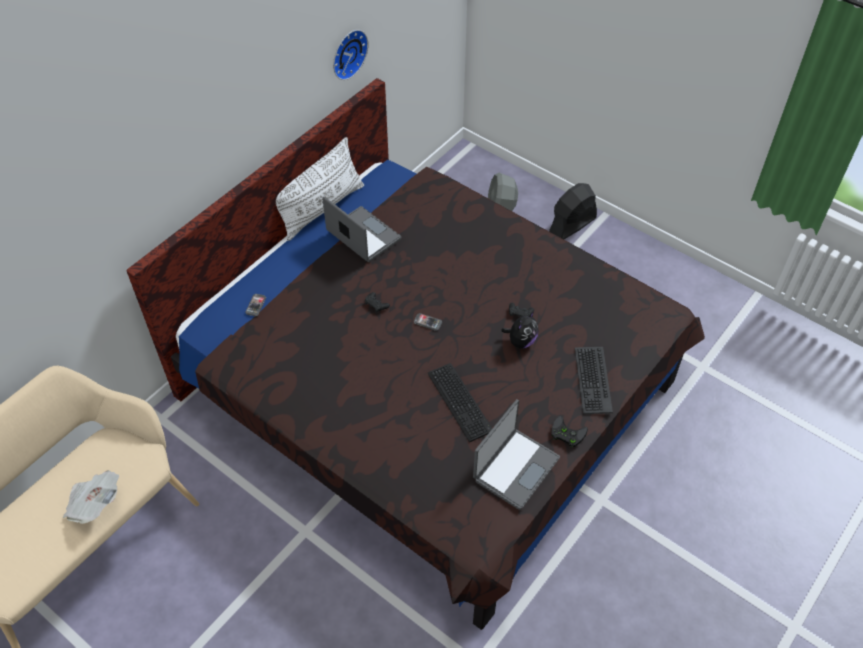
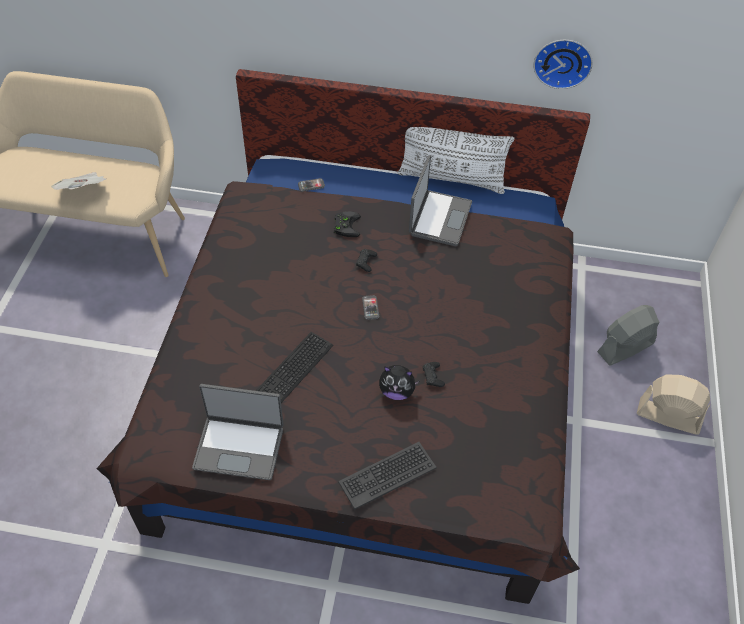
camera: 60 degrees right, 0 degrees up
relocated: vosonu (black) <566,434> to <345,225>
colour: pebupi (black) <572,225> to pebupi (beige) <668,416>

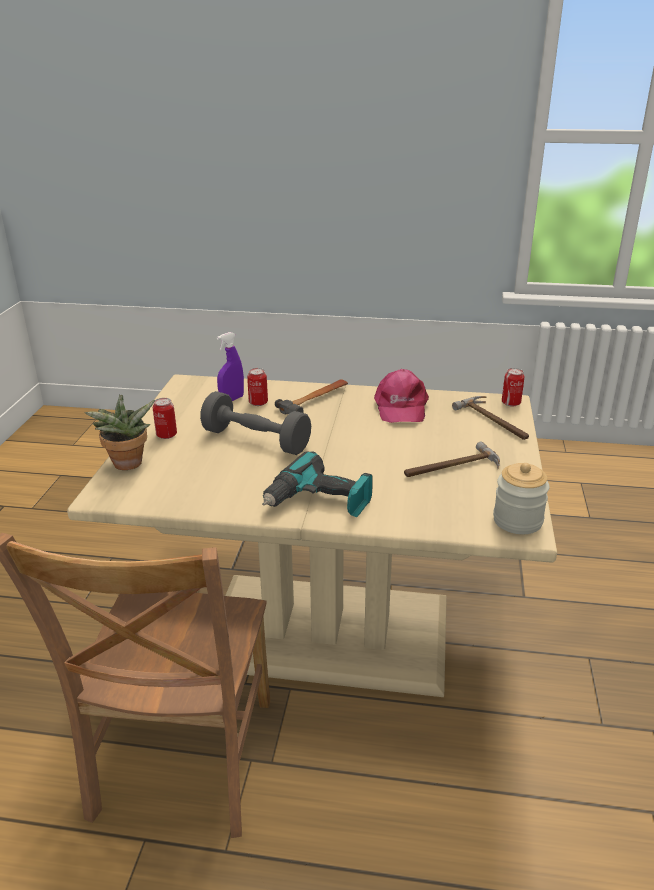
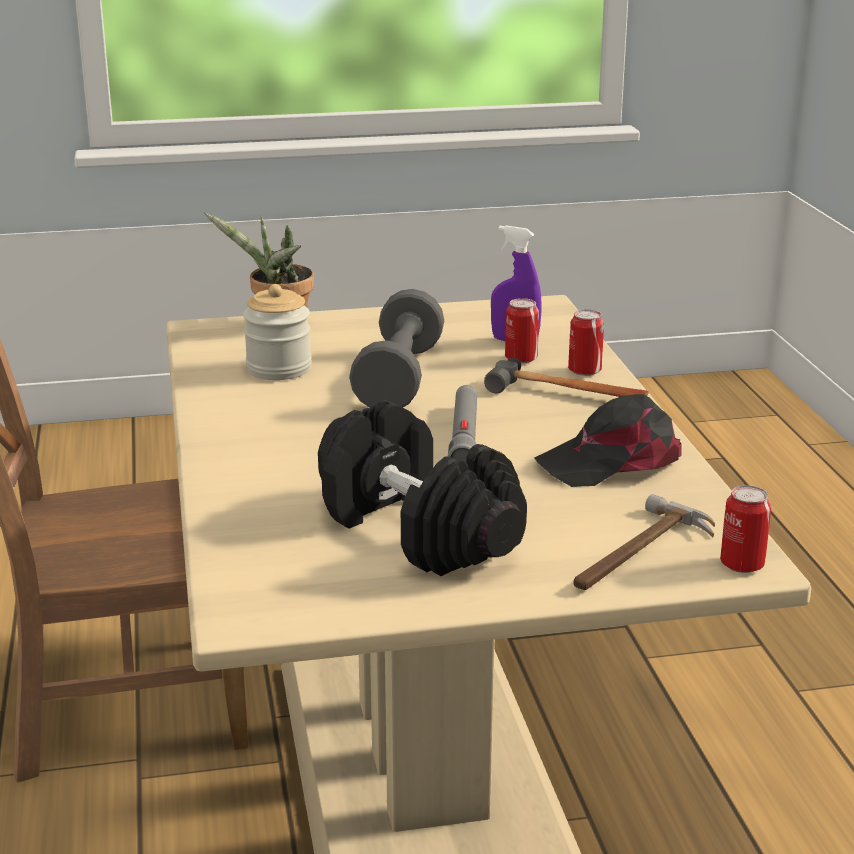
camera: 70 degrees right, 5 degrees down
missing: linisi <319,502>
appeared: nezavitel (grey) <464,436>
relocated: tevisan <517,521> to <279,369>; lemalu <166,435> to <584,371>
exchanged: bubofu <451,468> to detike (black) <416,530>
colour: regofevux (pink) <400,407> to regofevux (black) <612,461>

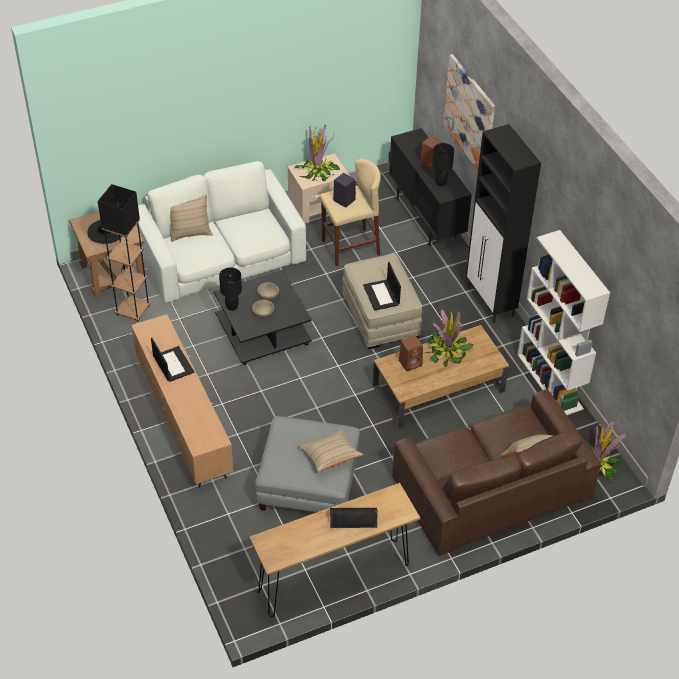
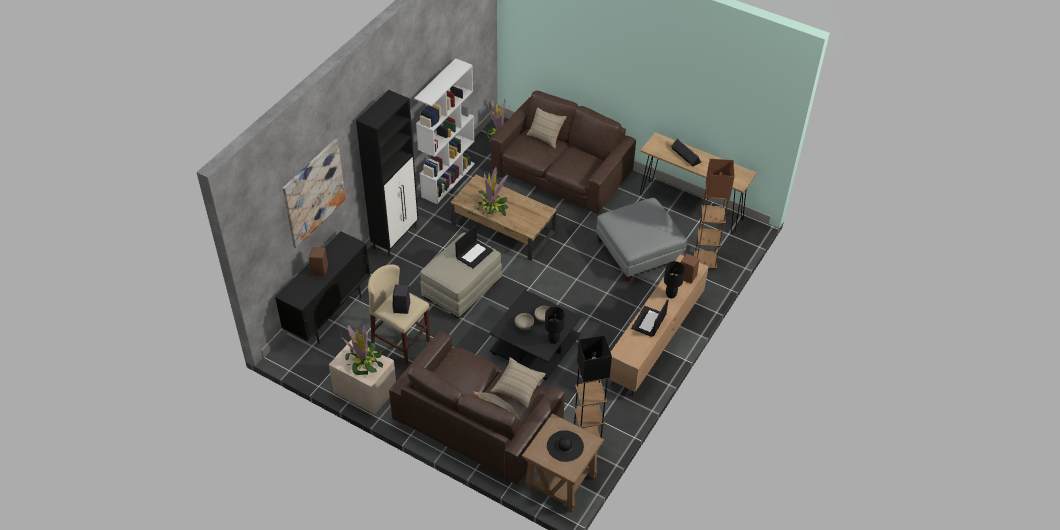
camera: 125 degrees left, 0 degrees up
appeared: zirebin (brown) <704,262>
relocated: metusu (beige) <330,456> to <518,387>; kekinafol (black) <440,182> to <671,295>; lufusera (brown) <411,363> to <686,276>
colour: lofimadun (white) <221,255> to lofimadun (brown) <478,420>

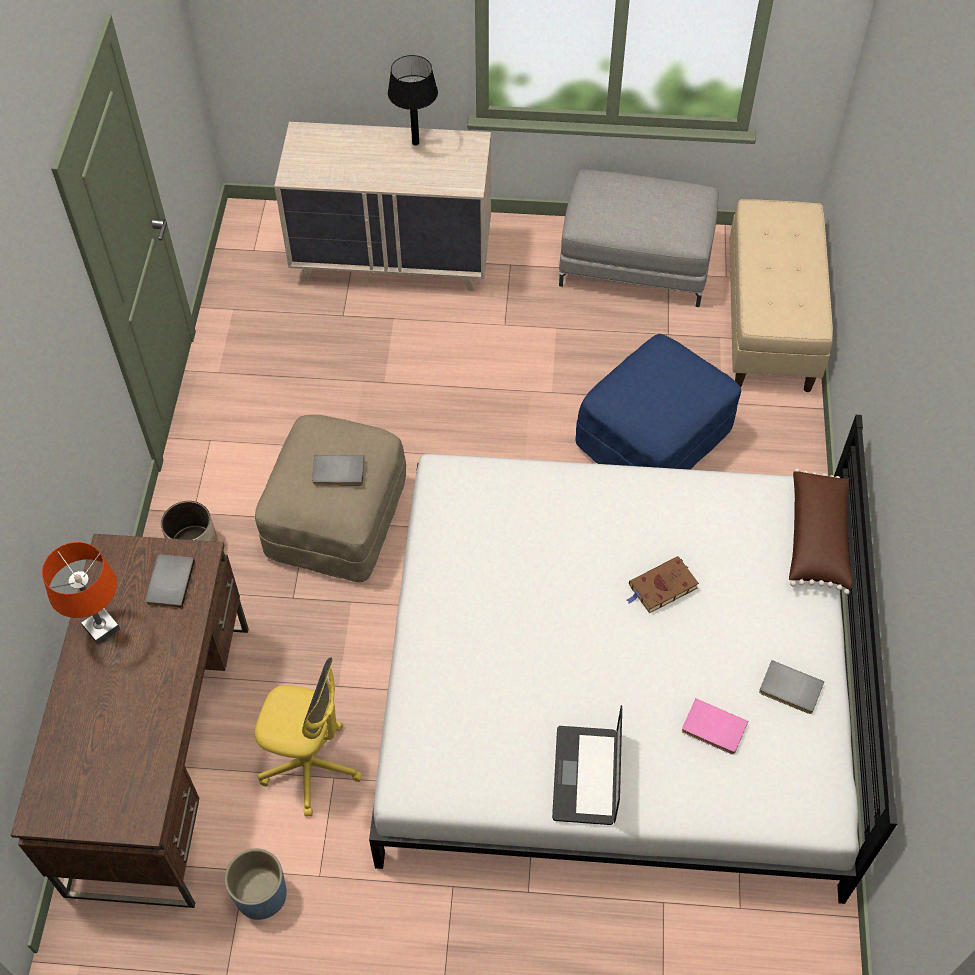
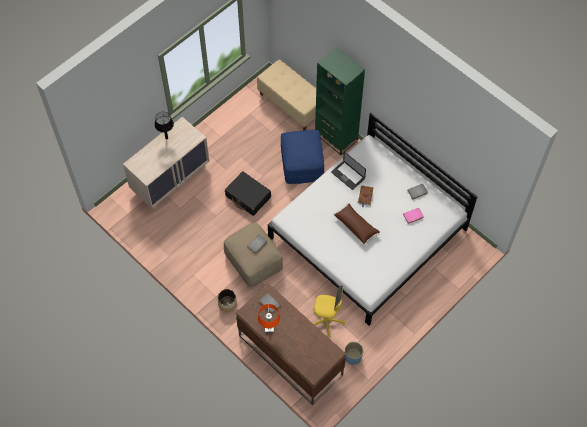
camera: 50 degrees left, 5 degrees up
missing: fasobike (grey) <635,260>
appeared: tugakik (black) <248,197>; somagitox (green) <336,137>
relocated: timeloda <585,776> to <347,175>; metusu (brown) <819,539> to <356,226>
spun: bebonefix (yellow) <311,766> = <326,321> 45 degrees clockwise

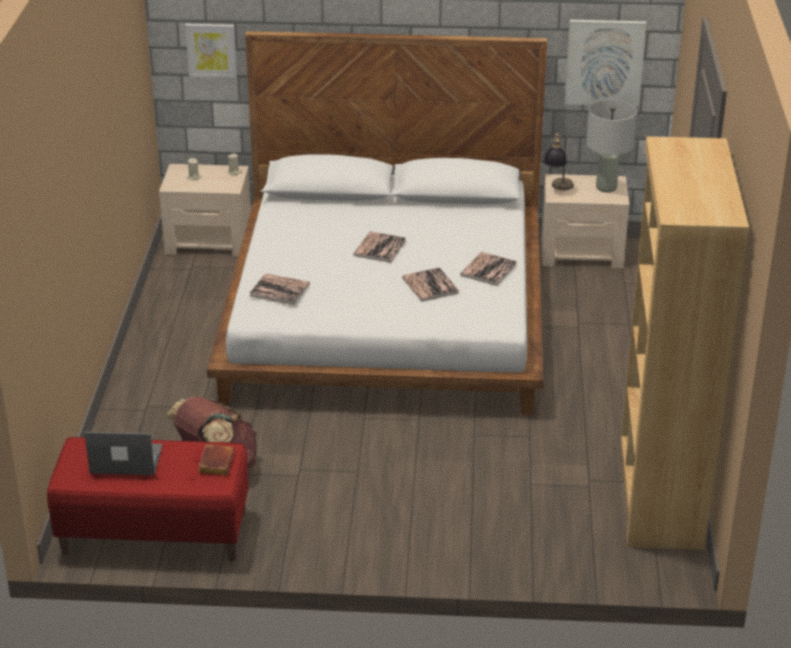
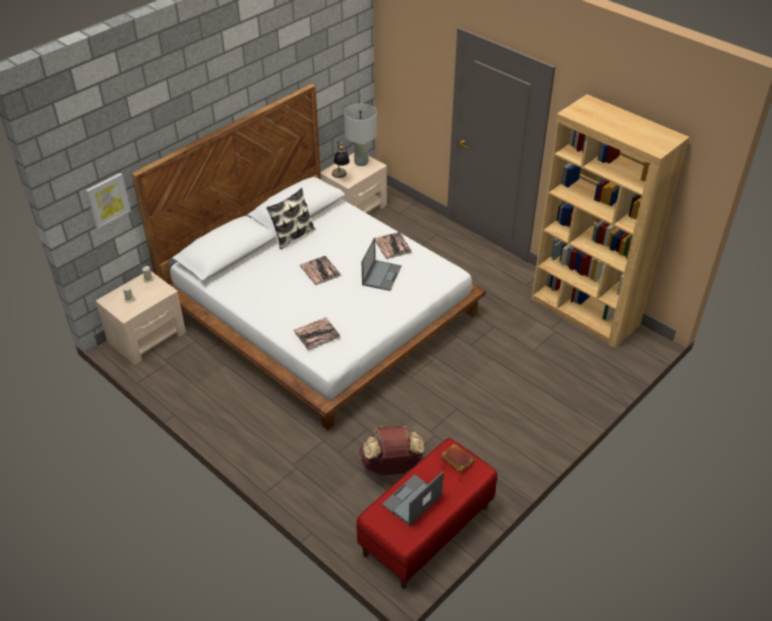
camera: 50 degrees left, 10 degrees up
missing: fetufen <604,62>
appeared: metusu <292,236>
exchanged: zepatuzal <430,285> to timeloda <381,275>

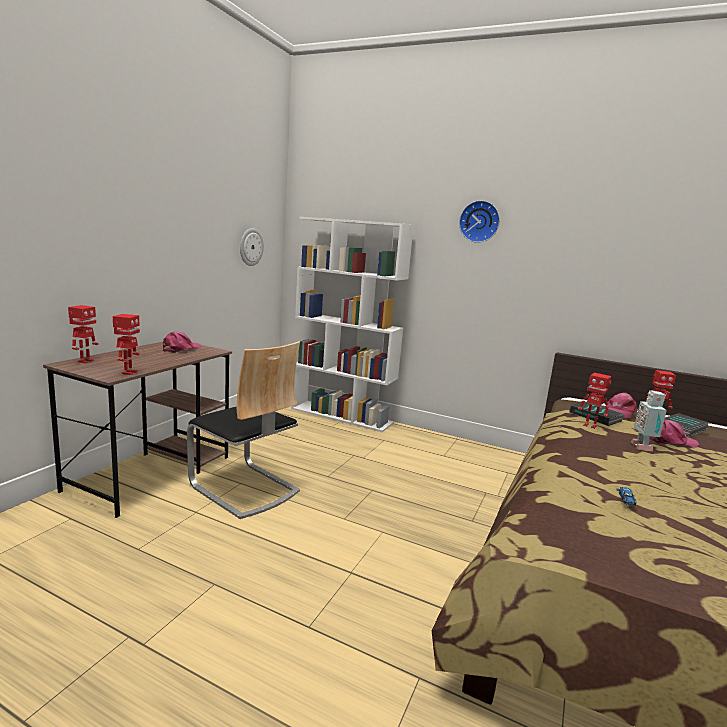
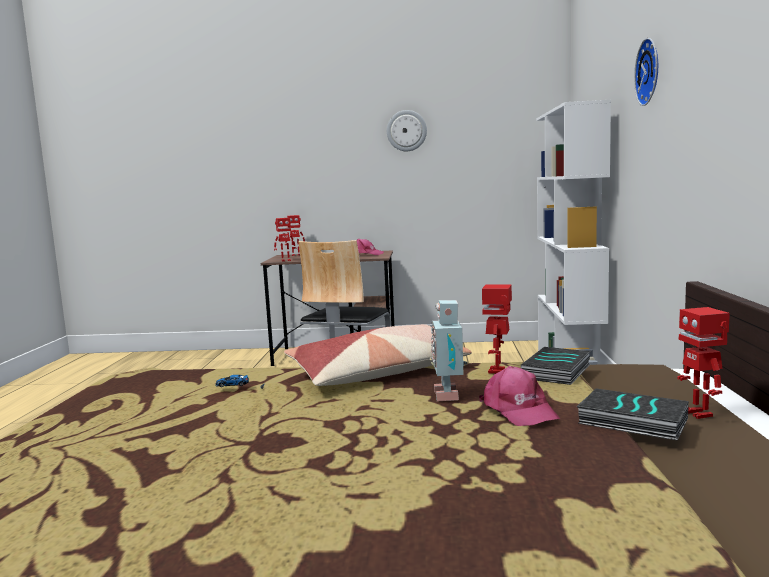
camera: 70 degrees right, 5 degrees down
missing: regofevux (pink) <619,411>
appeared: metusu <380,372>
relocated: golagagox <250,247> to <406,130>
spun: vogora <643,447> = <449,395> 75 degrees counterclockwise

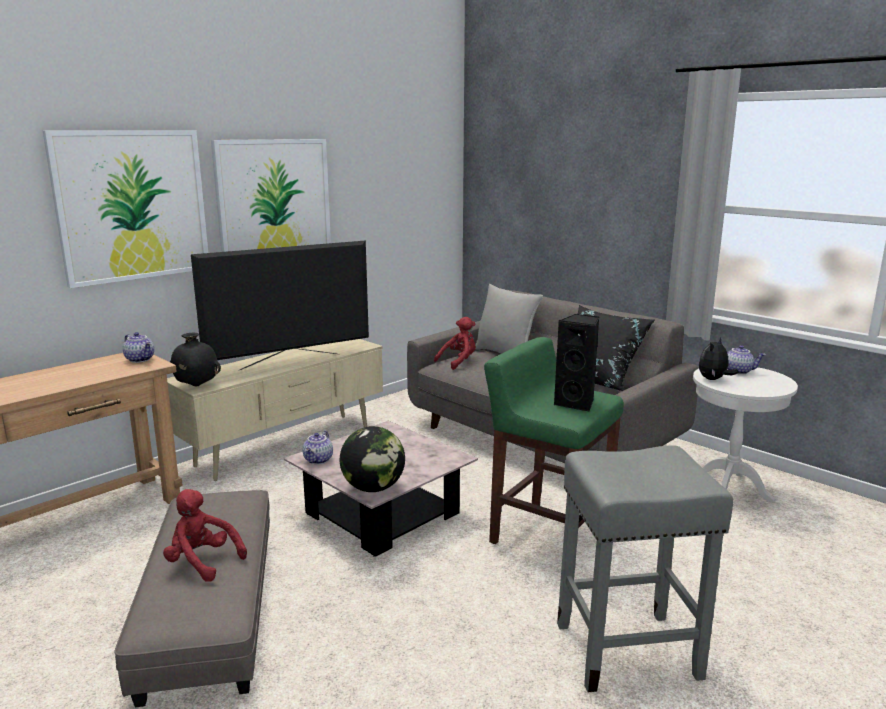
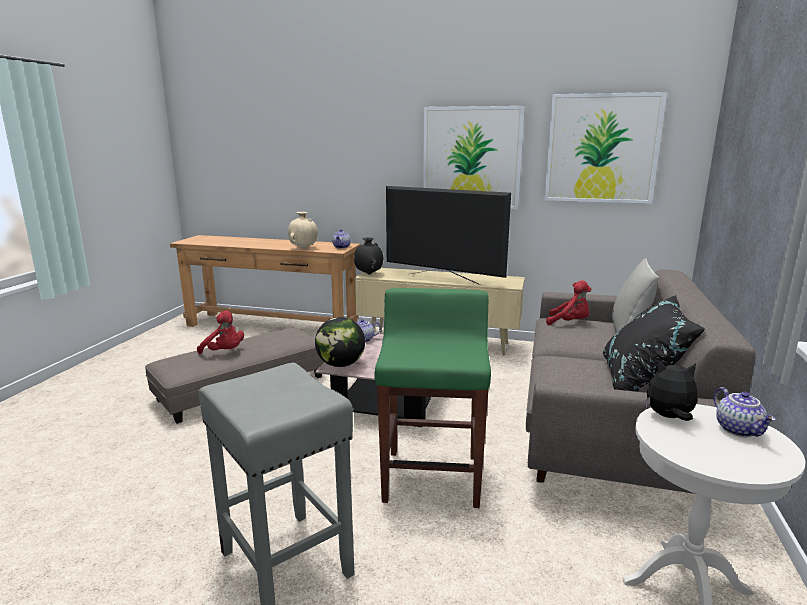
camera: 60 degrees right, 0 degrees up
missing: lufusera (black) <577,403>
appeared: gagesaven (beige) <303,248>
relocated: fetufen <132,205> to <602,149>
spun: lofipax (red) <202,562> = <224,352> 120 degrees clockwise

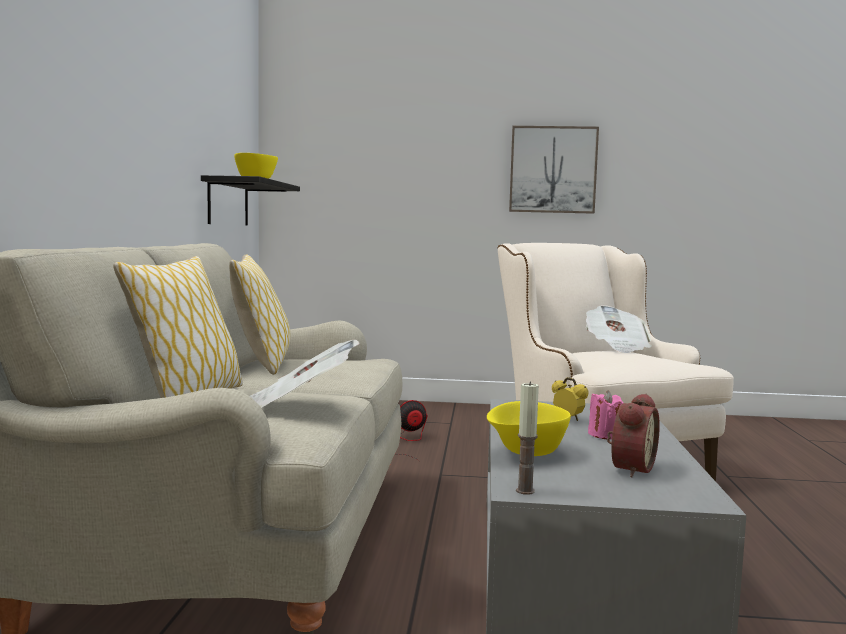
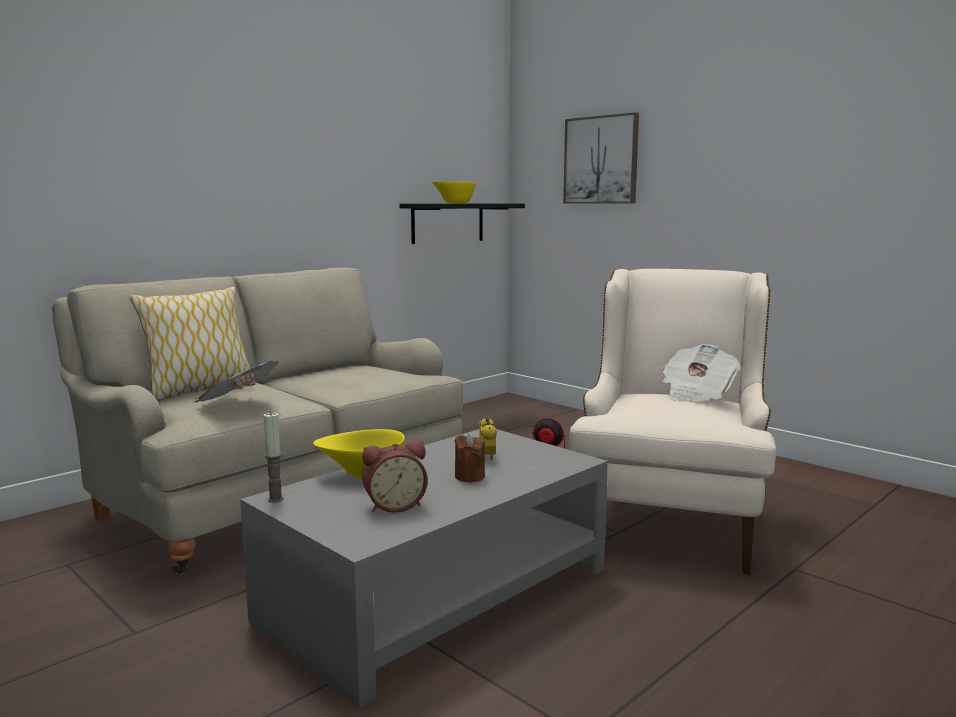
camera: 40 degrees right, 5 degrees up
missing: metusu <261,364>
relocated: fetufen <553,170> to <601,160>
colour: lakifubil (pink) <605,435> to lakifubil (brown) <469,476>

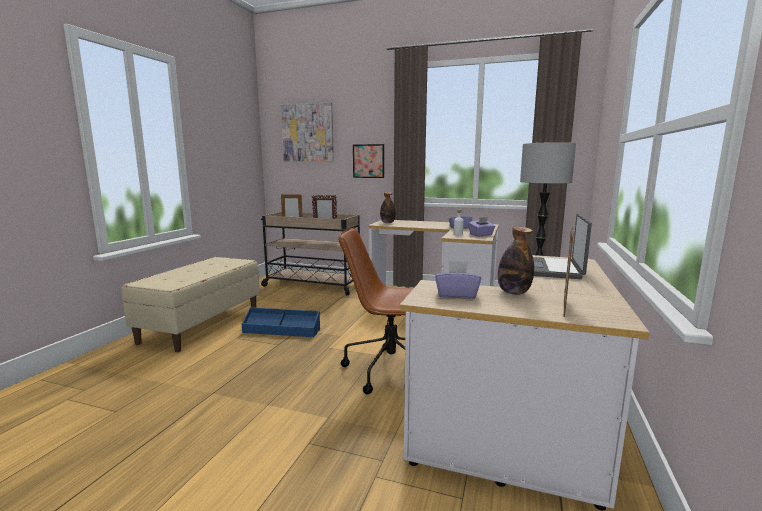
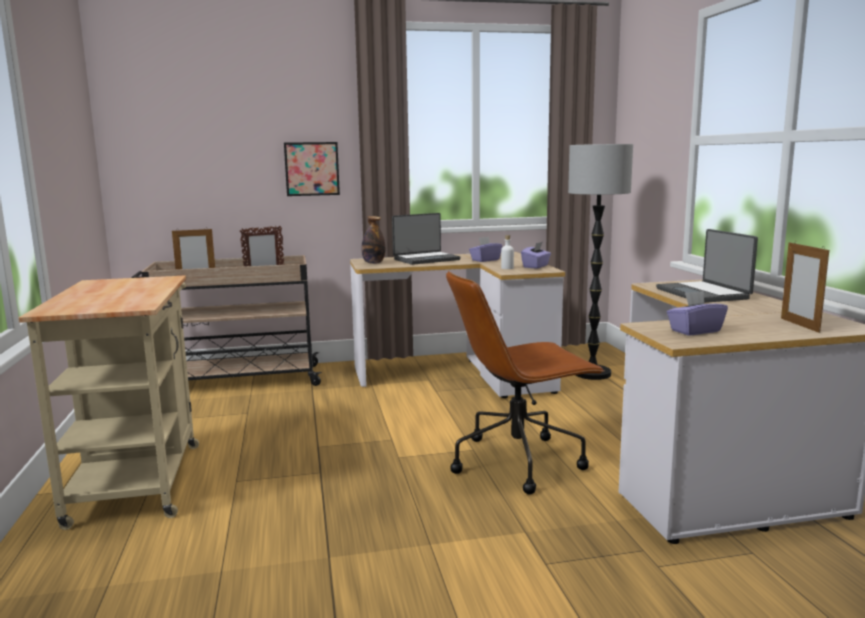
camera: 30 degrees left, 0 degrees up
missing: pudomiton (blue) <282,330>; fetufen <308,133>; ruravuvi <513,292>
appeared: timeloda <426,259>
exchanged: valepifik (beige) <202,324> to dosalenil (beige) <138,478>

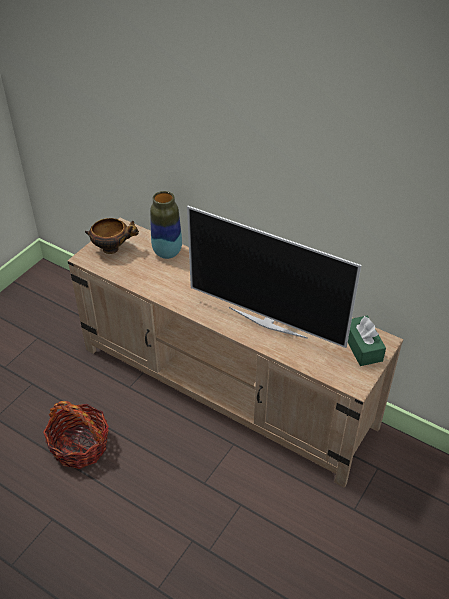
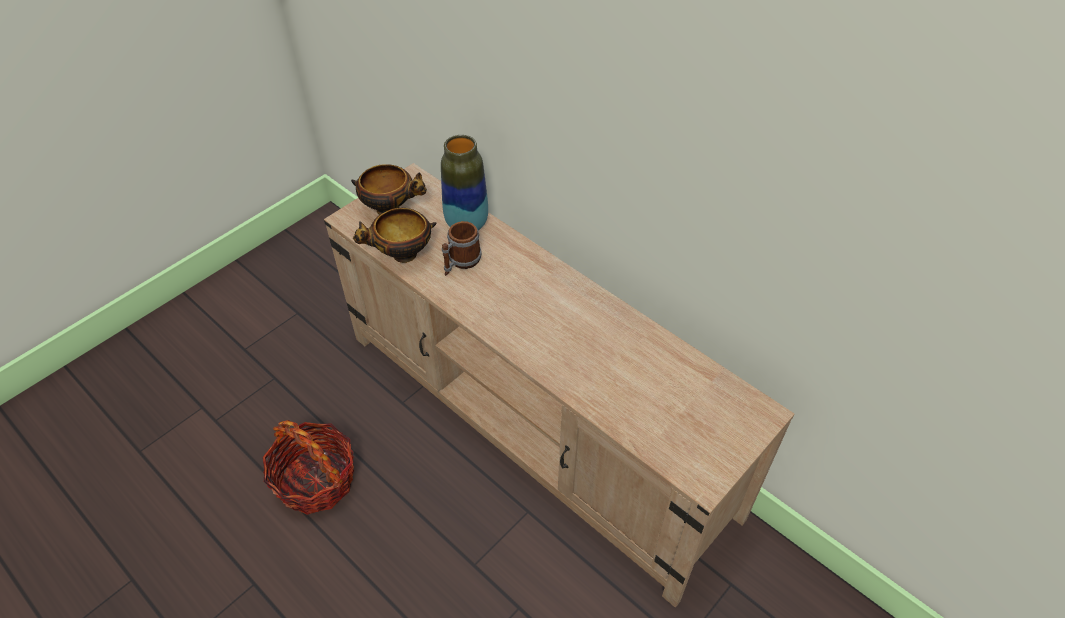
camera: 10 degrees right, 5 degrees up
missing: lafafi <268,321>; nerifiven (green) <362,347>
appeared: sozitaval <402,255>; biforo <460,262>

